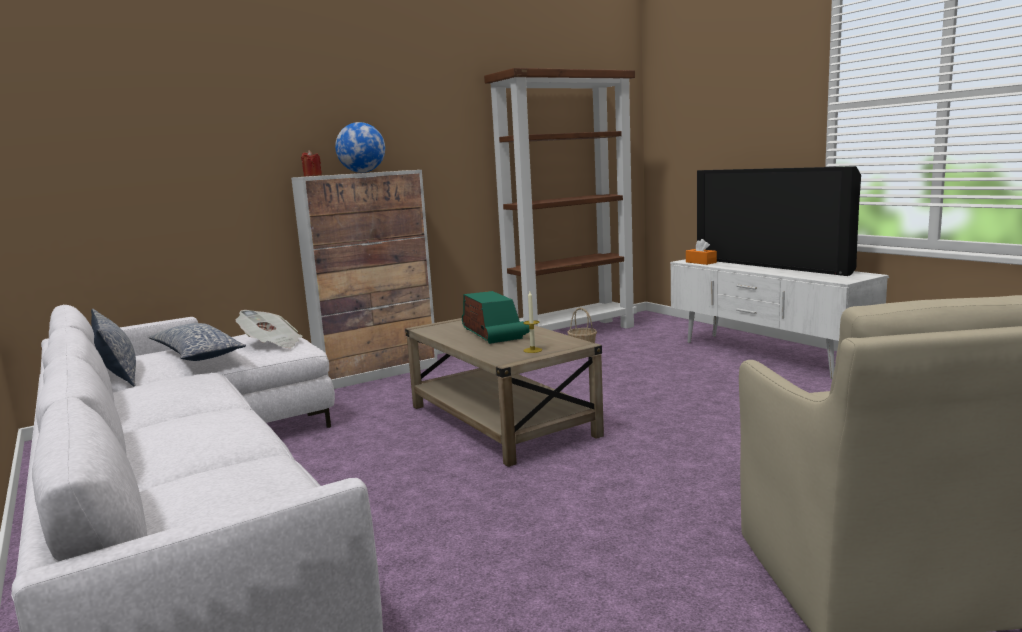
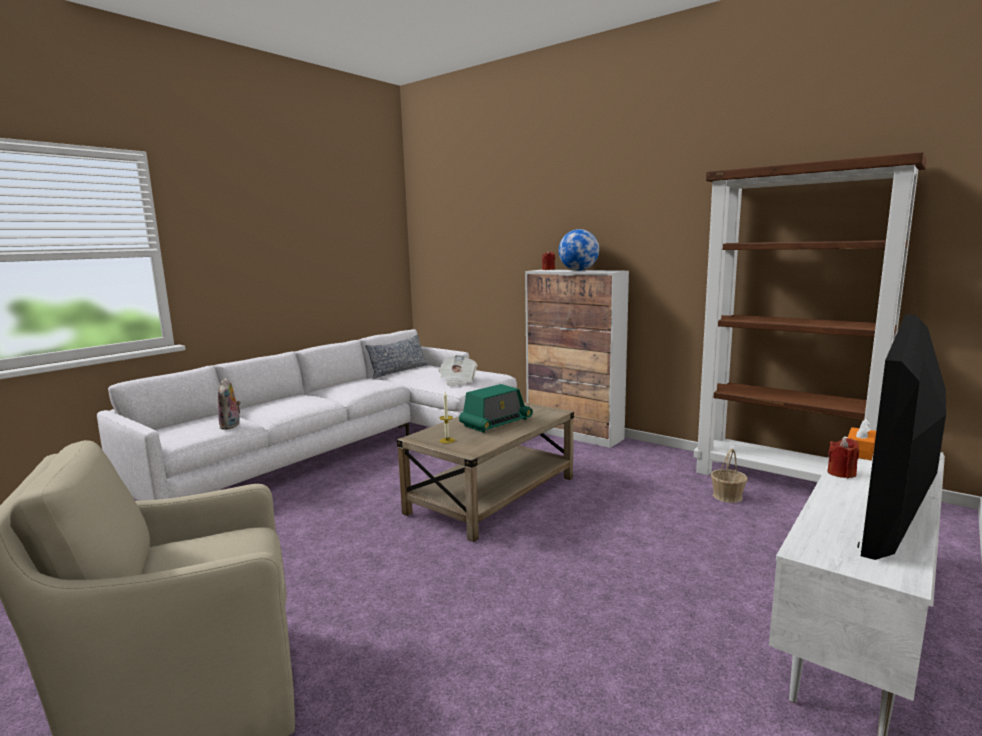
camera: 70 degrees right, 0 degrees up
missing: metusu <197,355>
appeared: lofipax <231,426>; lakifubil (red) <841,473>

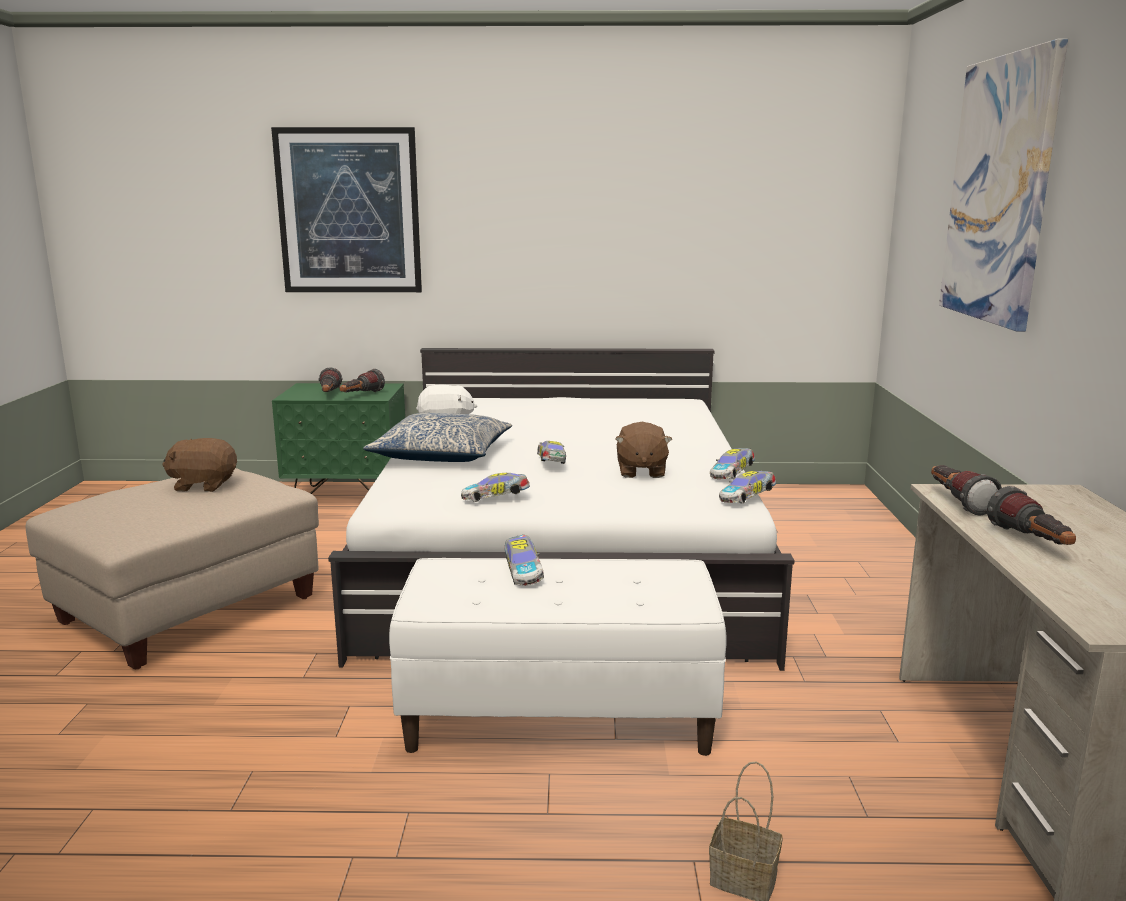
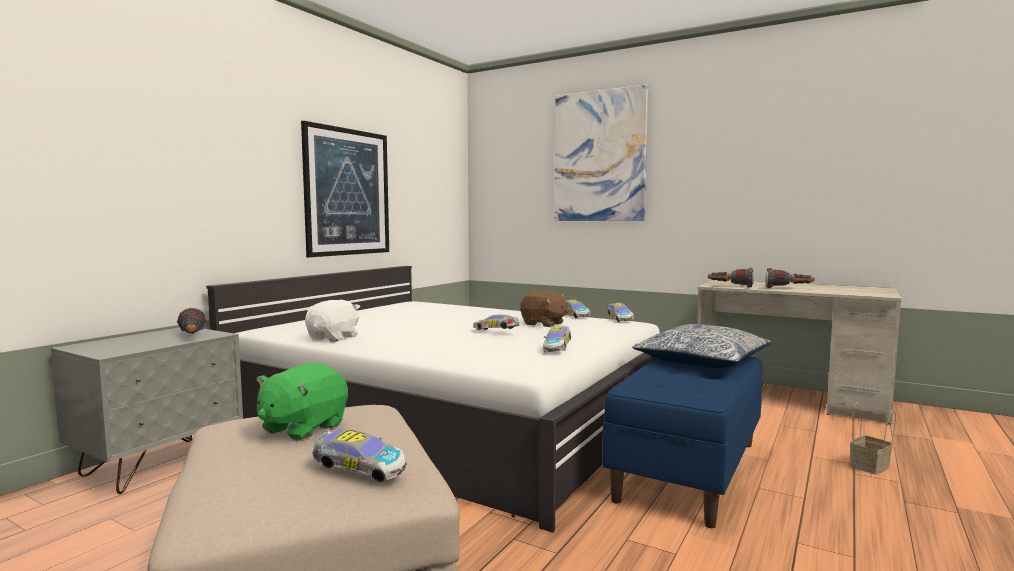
camera: 60 degrees left, 10 degrees down
missing: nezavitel <329,395>
relocated: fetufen <349,211> to <347,192>; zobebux <522,572> to <358,470>; metusu <442,454> to <701,361>
colour: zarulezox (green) <348,496> to zarulezox (grey) <159,464>; lofipax (brown) <203,485> to lofipax (green) <302,428>; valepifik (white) <560,715> to valepifik (blue) <688,469>

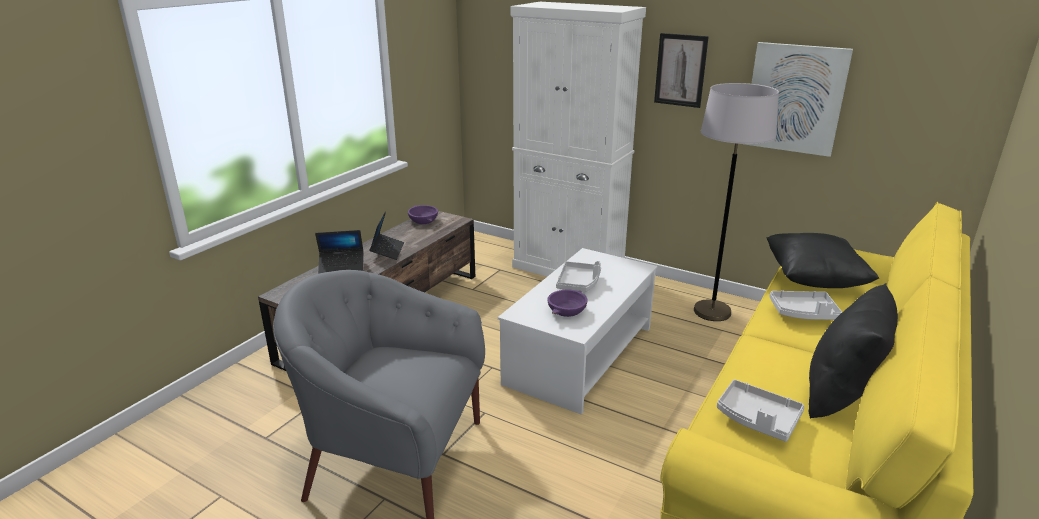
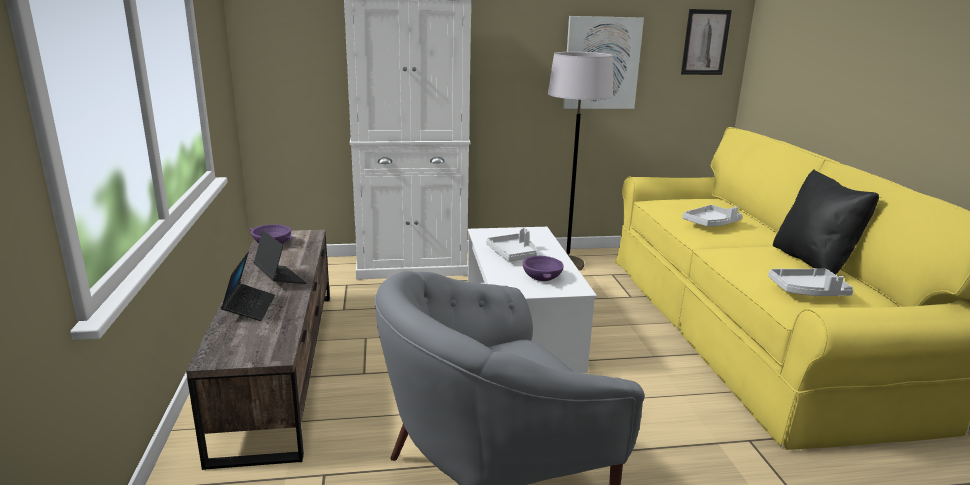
camera: 40 degrees left, 5 degrees down
missing: metusu (black) <813,280>
relocated: fetufen <680,70> to <705,42>
spun: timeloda <342,266> = <249,307> 45 degrees counterclockwise

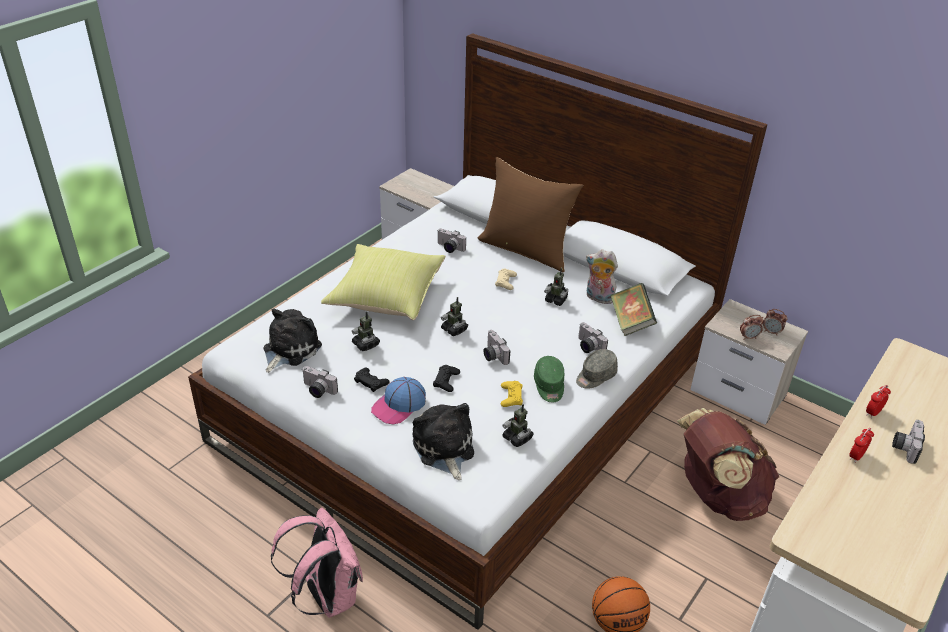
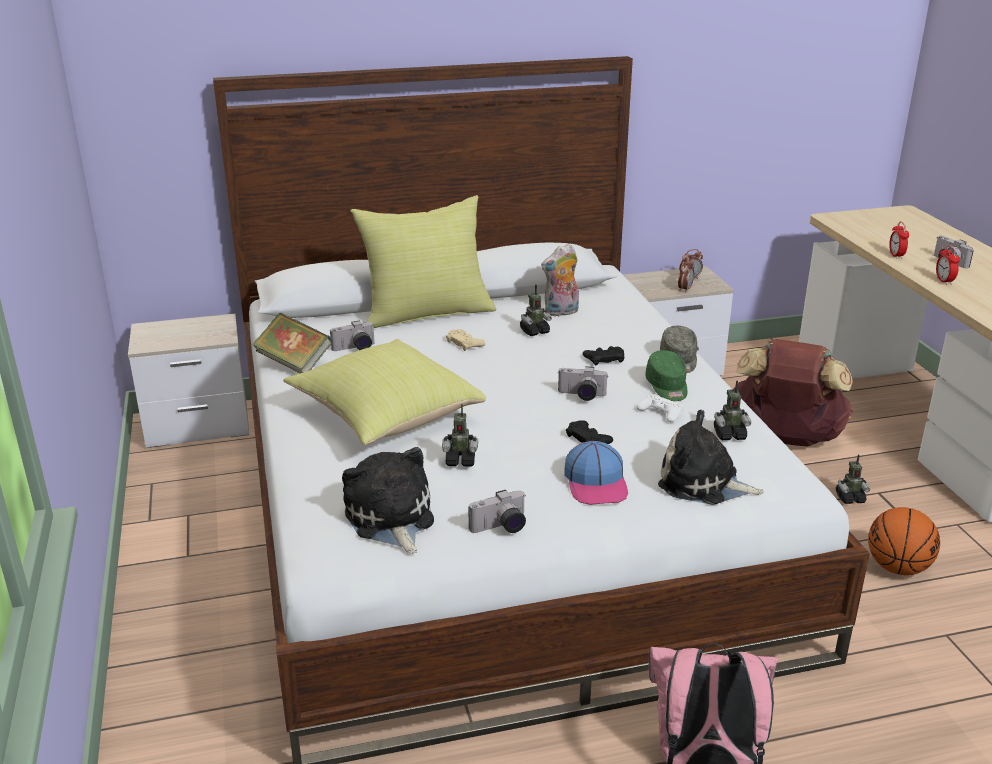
camera: 50 degrees left, 10 degrees down
missing: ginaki <588,347>
relocated: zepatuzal <630,322> to <294,363>; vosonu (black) <371,382> to <604,359>; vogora <454,329> to <850,498>
colour: metusu (brown) <526,249> to metusu (yellow) <427,313>; vosonu (yellow) <511,397> to vosonu (white) <661,412>
spun: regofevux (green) <549,386> = <667,387> 45 degrees clockwise

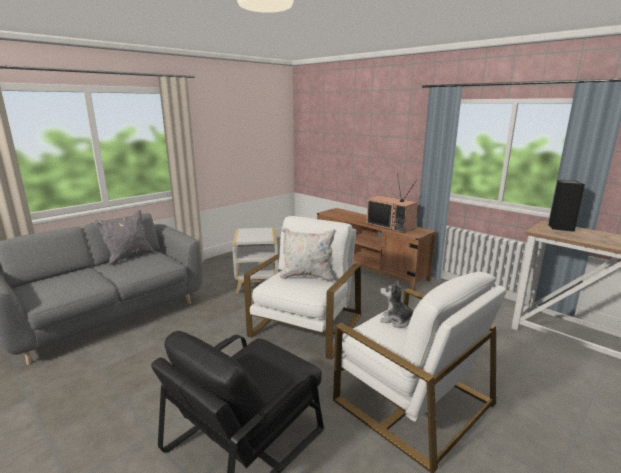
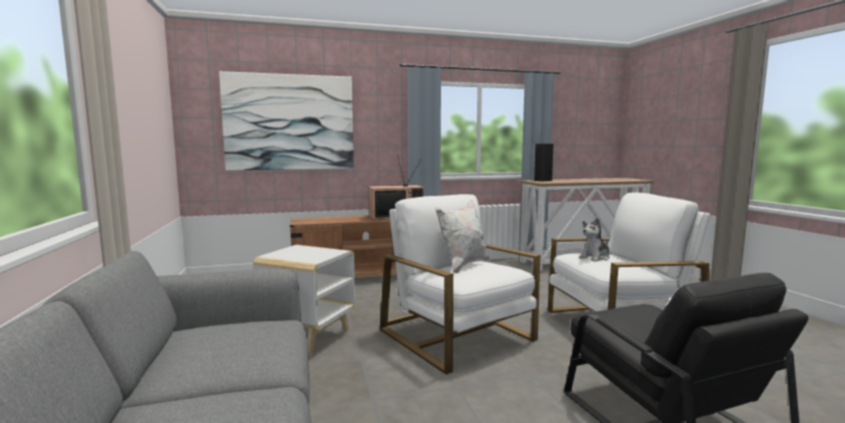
camera: 60 degrees left, 10 degrees down
missing: metusu (grey) <129,257>
appeared: fetufen <290,122>

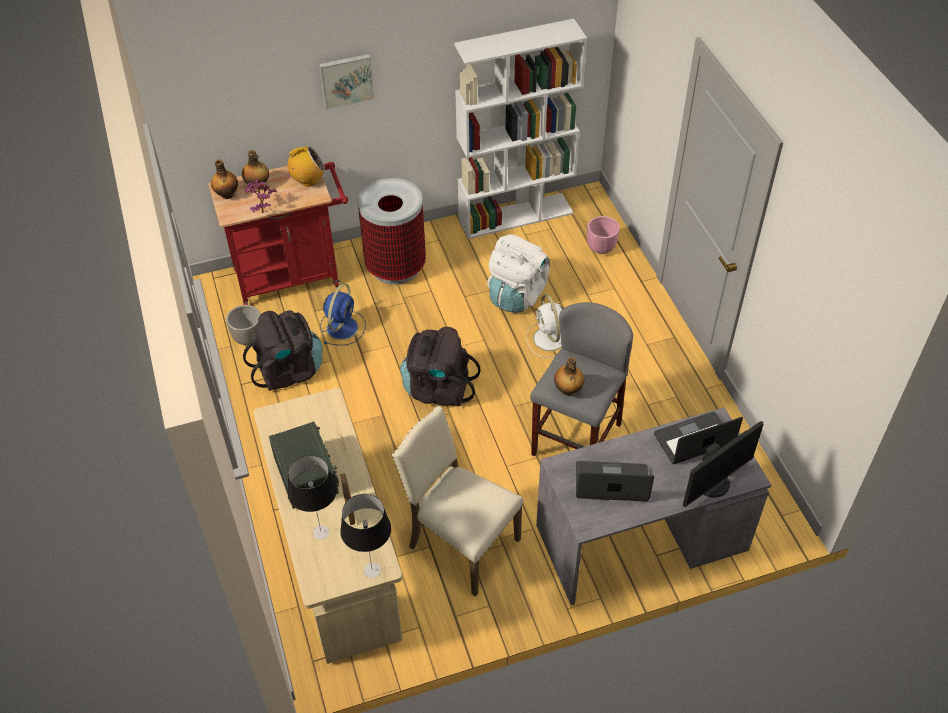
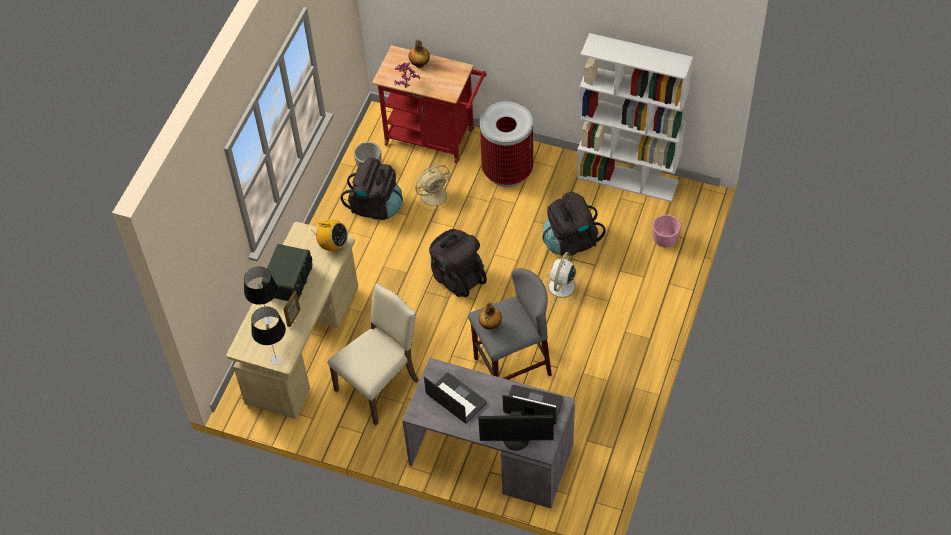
camera: 40 degrees right, 5 degrees up
missing: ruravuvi <227,194>; fetufen <346,80>
relocated: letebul <308,180> to <333,245>
colour: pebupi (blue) <343,327> to pebupi (beige) <434,195>; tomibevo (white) <517,294> to tomibevo (black) <570,241>
spun: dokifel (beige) <460,544> = <379,385> 60 degrees clockwise

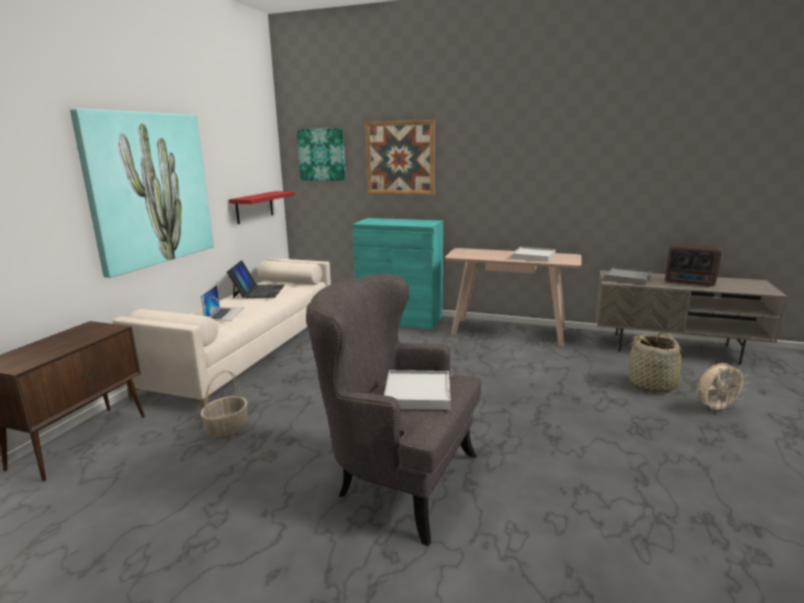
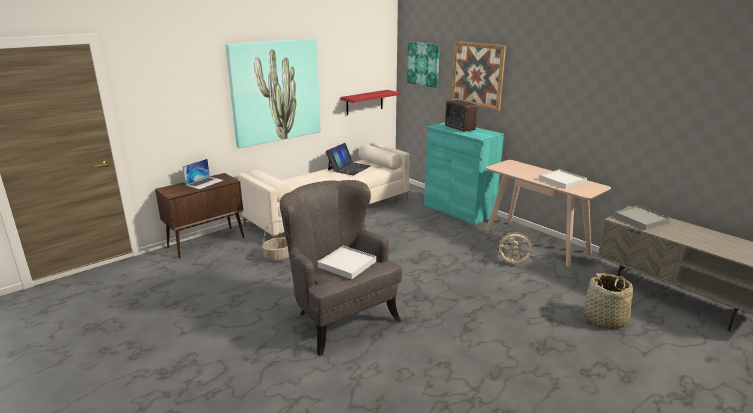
camera: 30 degrees right, 5 degrees up
relocated: timeloda <225,314> to <204,182>; letebul <690,283> to <459,128>; pebupi (beige) <715,409> to <513,264>

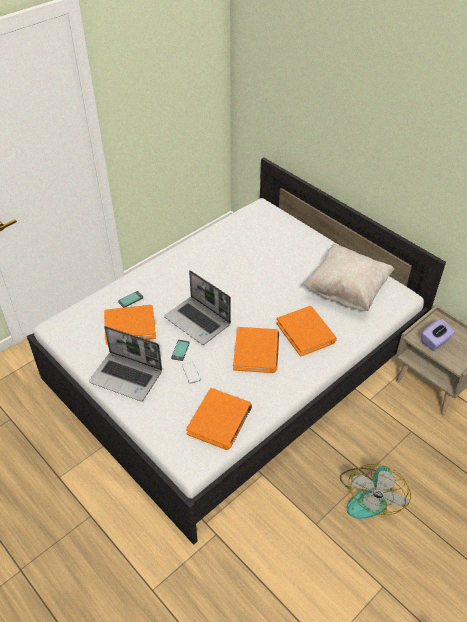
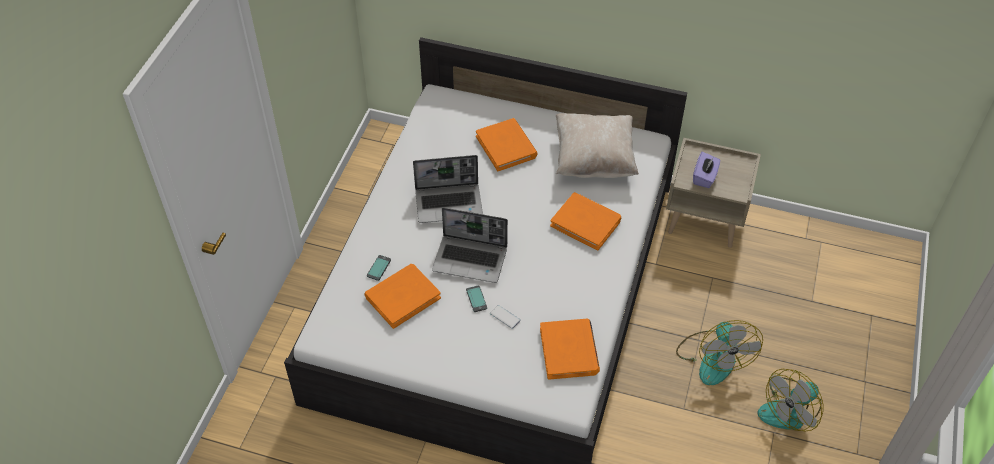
camera: 30 degrees left, 5 degrees up
appeared: pebupi <790,409>
relocated: timeloda <127,377> to <449,203>; zepatuzal (orange) <256,352> to <506,146>

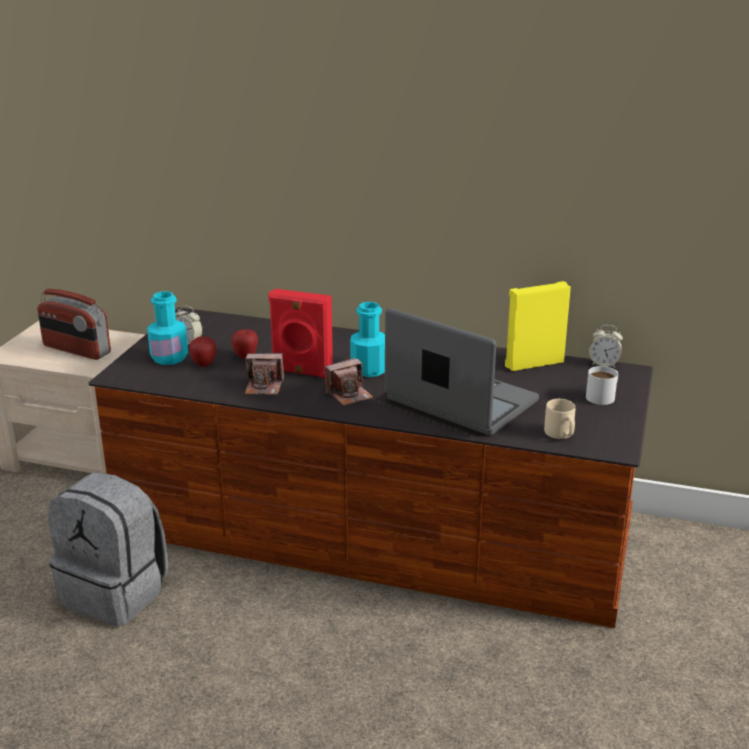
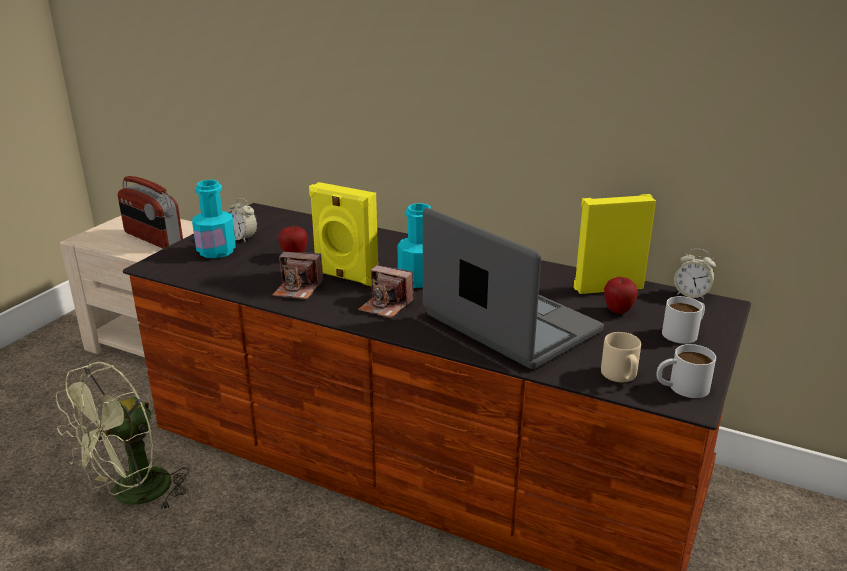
camera: 10 degrees right, 0 degrees up
appeared: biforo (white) <681,387>
relocated: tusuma <204,364> to <618,311>
exchanged: tomibevo (grey) <116,593> to pebupi (green) <132,495>
colour: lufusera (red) <301,372> to lufusera (yellow) <345,277>
spun: ginaki <349,395> = <386,306> 45 degrees clockwise

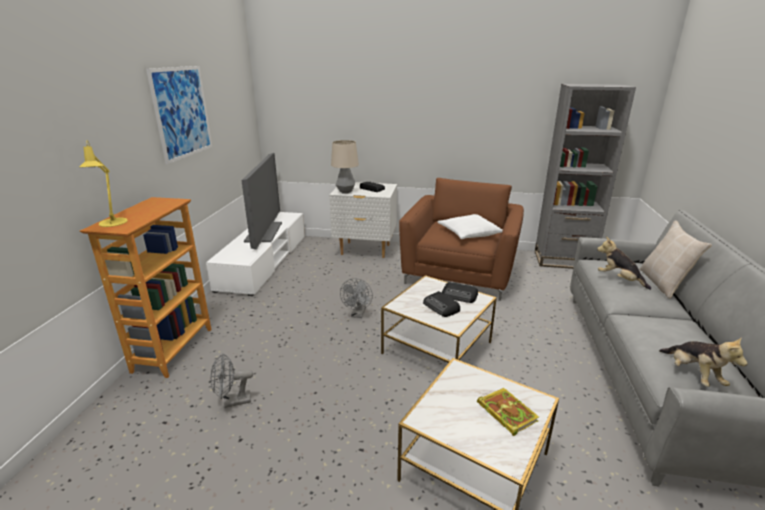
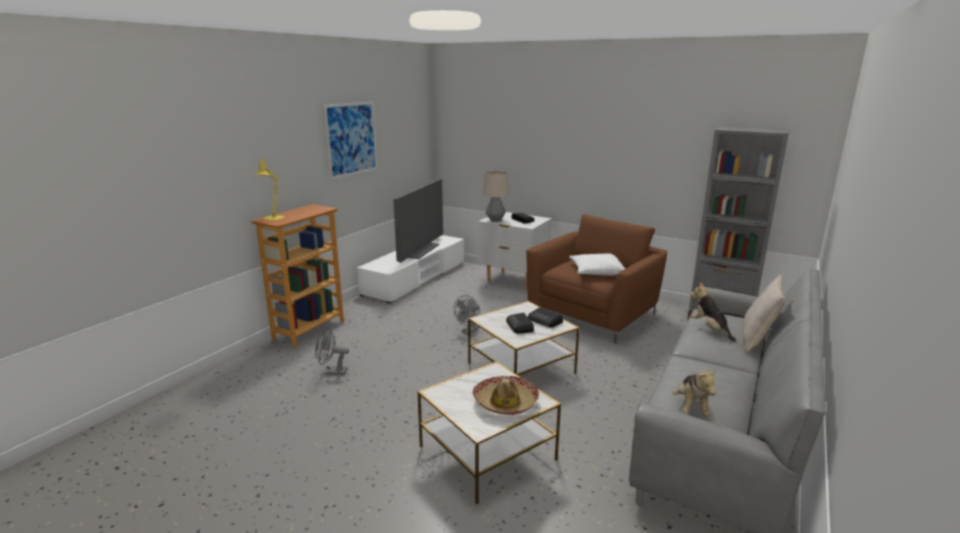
camera: 20 degrees right, 5 degrees down
exchanged: zepatuzal <505,412> to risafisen <505,402>

